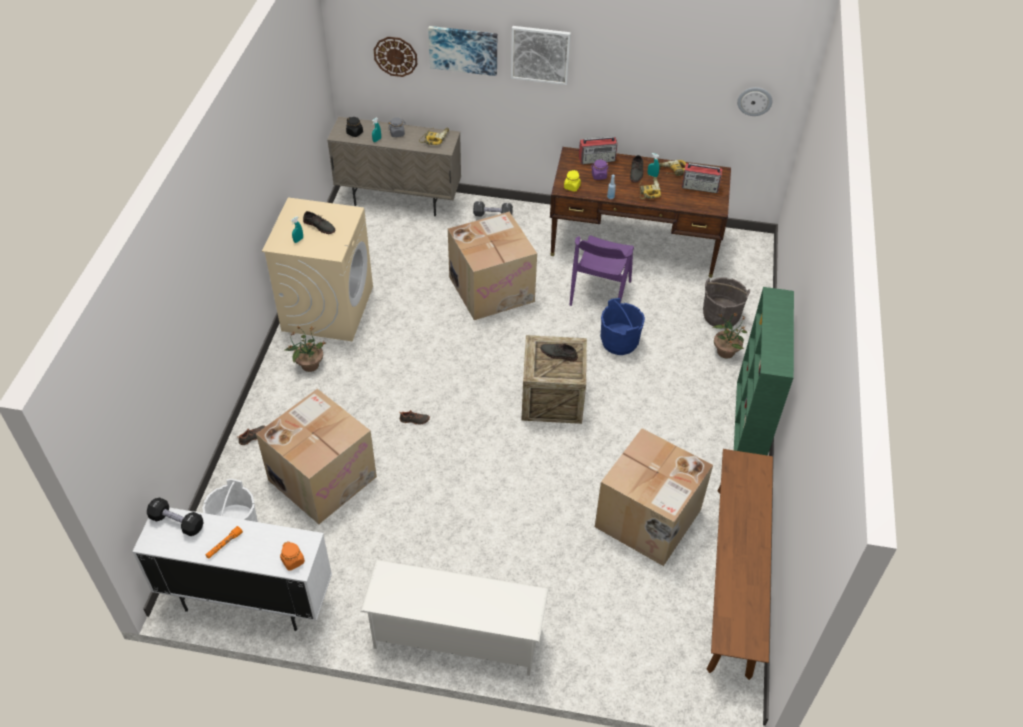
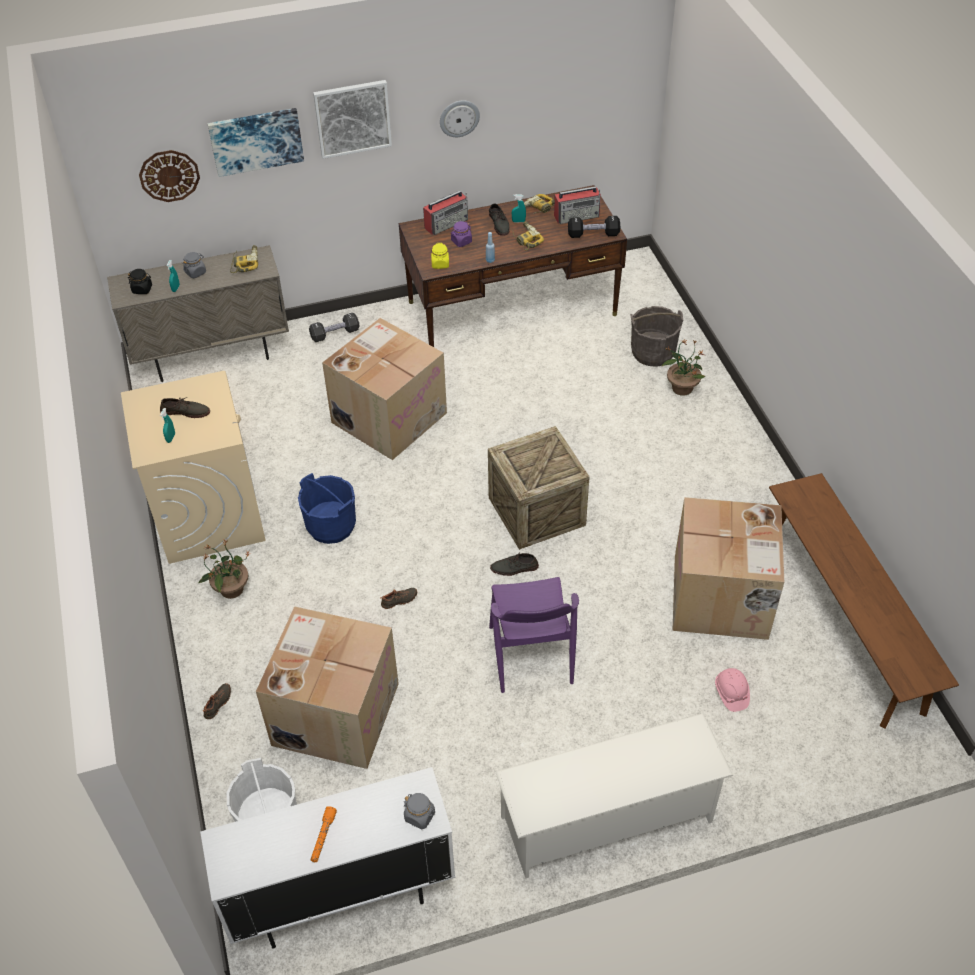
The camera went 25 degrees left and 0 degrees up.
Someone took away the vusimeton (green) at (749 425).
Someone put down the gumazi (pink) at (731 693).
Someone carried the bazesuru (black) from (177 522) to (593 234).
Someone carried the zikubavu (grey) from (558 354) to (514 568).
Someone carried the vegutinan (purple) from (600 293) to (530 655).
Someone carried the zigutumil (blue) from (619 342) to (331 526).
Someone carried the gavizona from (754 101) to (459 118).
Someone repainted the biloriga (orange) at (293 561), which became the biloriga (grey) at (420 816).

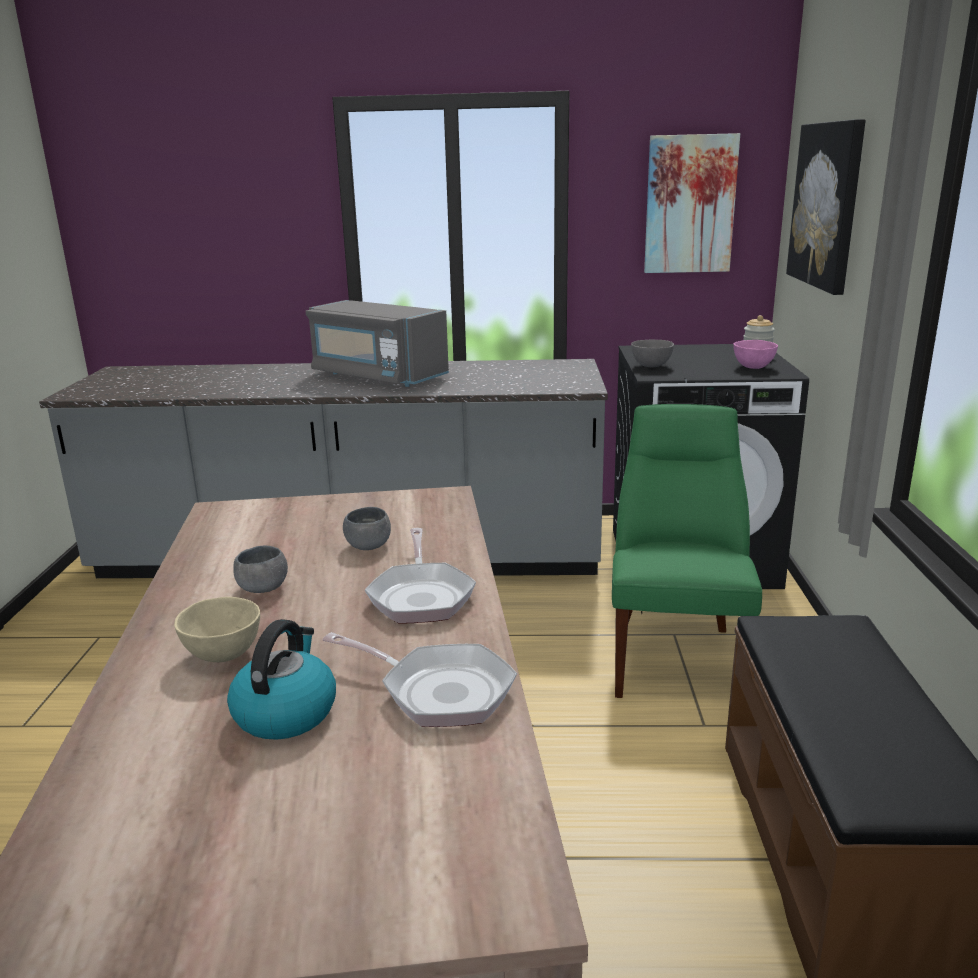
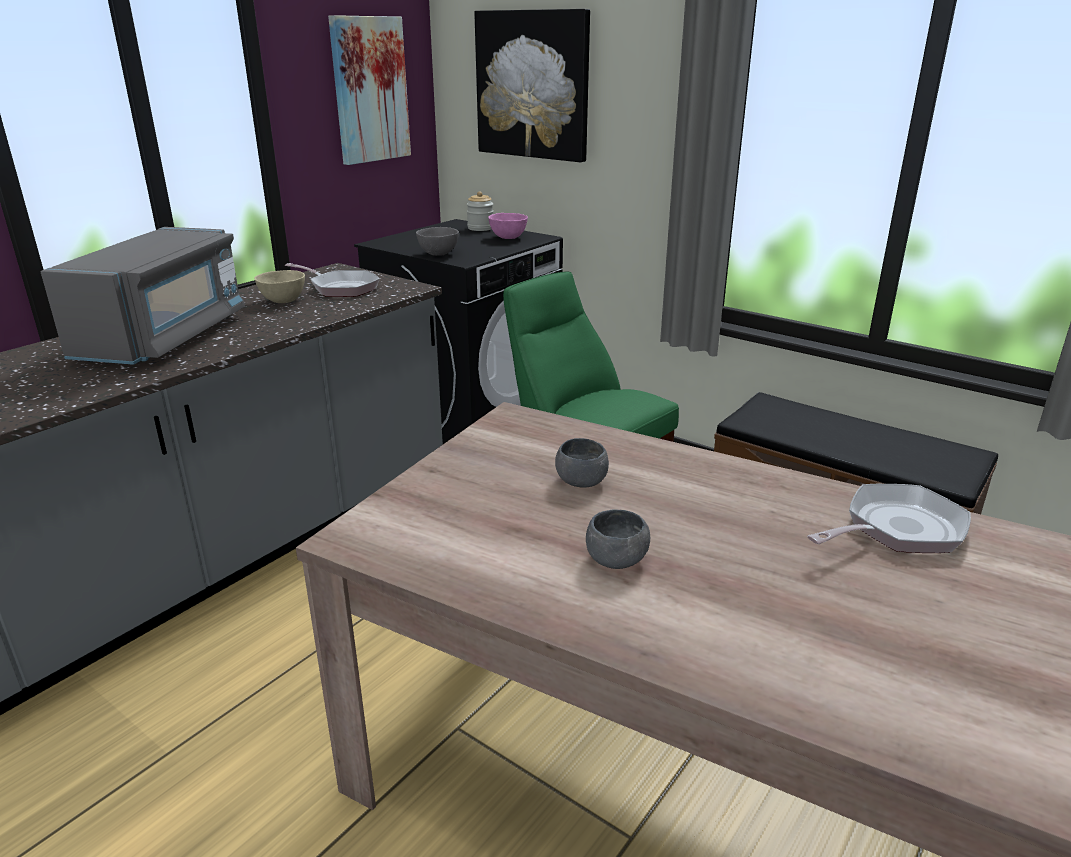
The camera went 55 degrees left and 5 degrees up.
Someone took away the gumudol at (285 712).
Someone carried the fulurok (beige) from (222 654) to (282 301).
Someone carried the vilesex from (421 596) to (341 288).
Someone rotated the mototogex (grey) at (377 376) by 60 degrees counterclockwise.

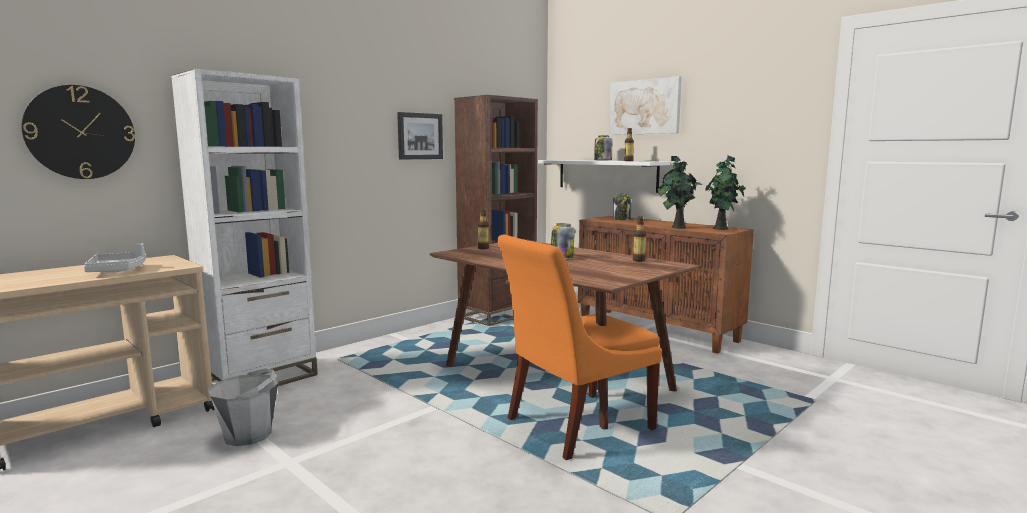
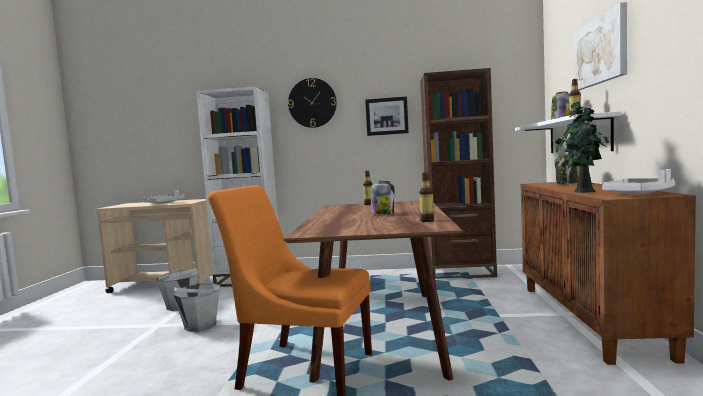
The camera went 50 degrees right and 5 degrees down.
Someone put down the zigutumil (grey) at (200 325).
Someone carried the gavizona from (80 132) to (312 103).
Someone swapped the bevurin at (722 229) for the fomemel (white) at (638 194).

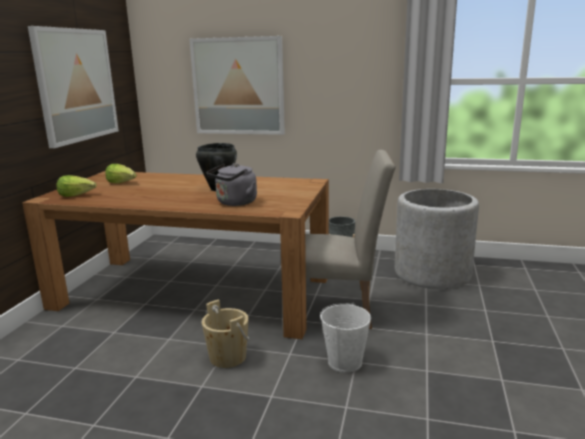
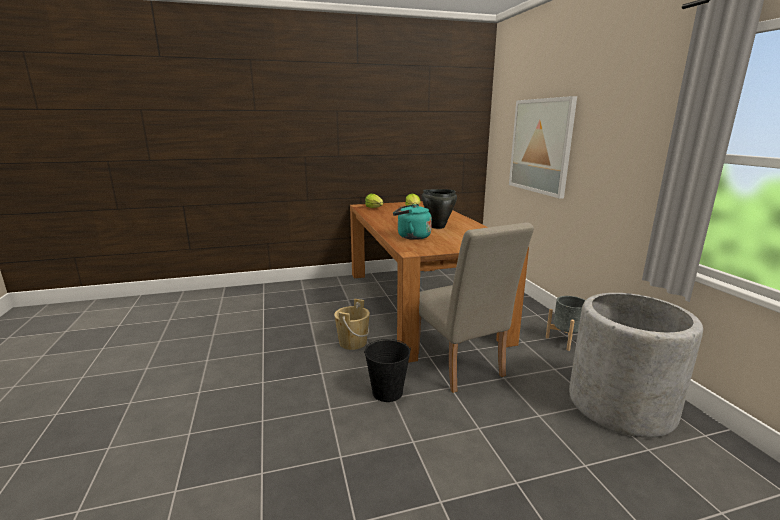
The camera went 60 degrees right and 0 degrees up.
Someone took away the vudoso at (76 85).
Someone repainted the gumudol (grey) at (235 203), which became the gumudol (turquoise) at (411 236).
Someone repainted the zigutumil (white) at (345 362), which became the zigutumil (black) at (387 392).

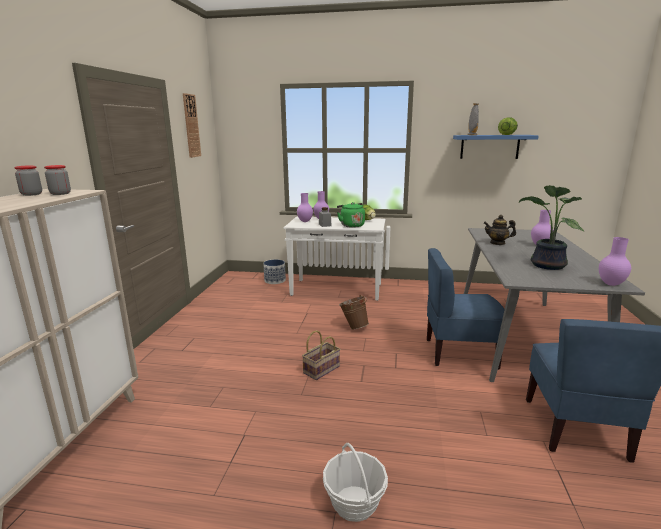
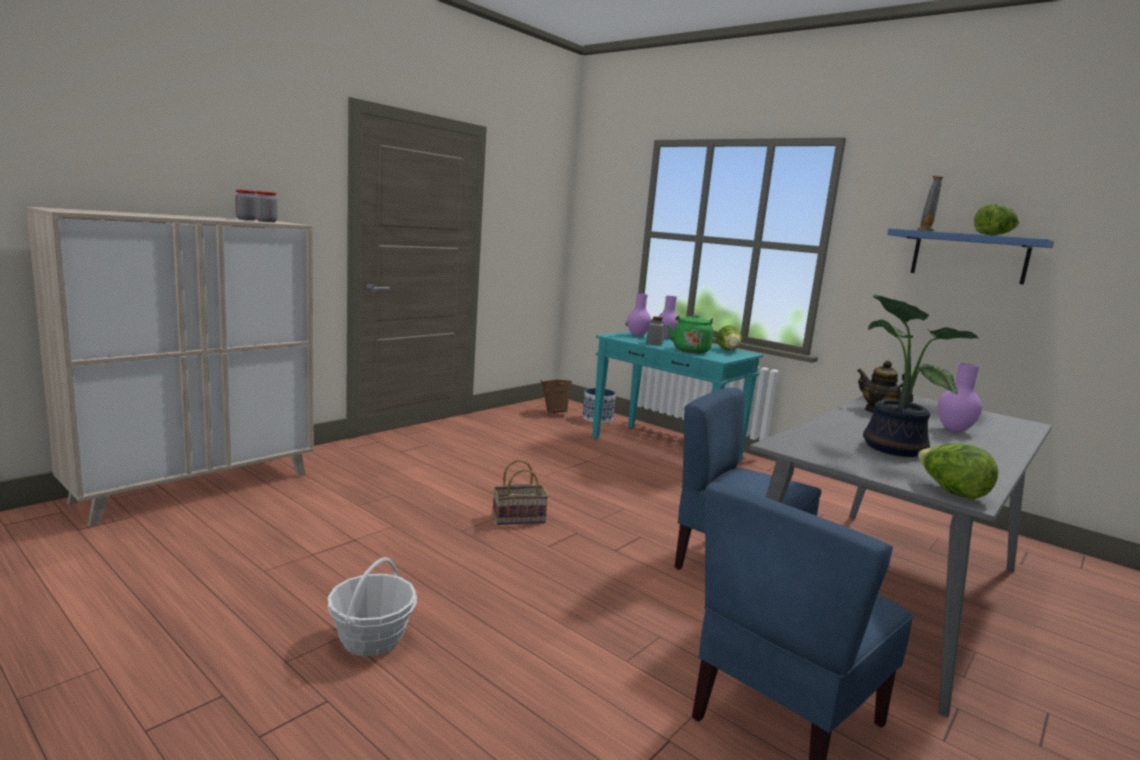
The camera went 30 degrees right and 5 degrees down.
Someone took away the gavizona at (191 126).
Someone carried the zigutumil (brown) from (354 327) to (555 412).
Someone swapped the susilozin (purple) at (611 284) for the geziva at (950 492).
Someone repainted the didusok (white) at (337 290), which became the didusok (turquoise) at (666 450).

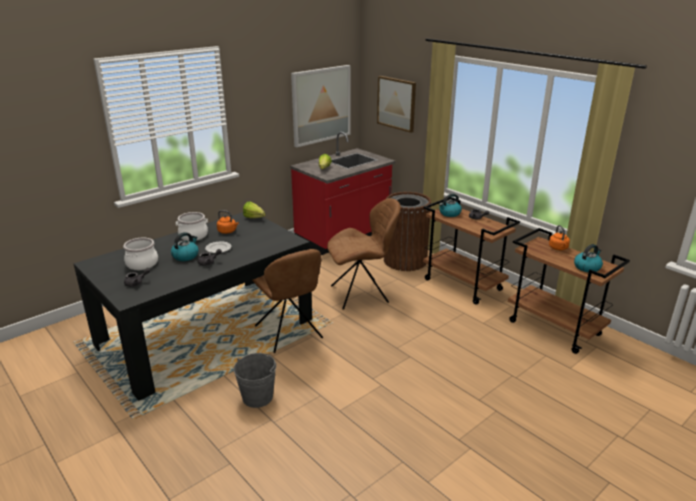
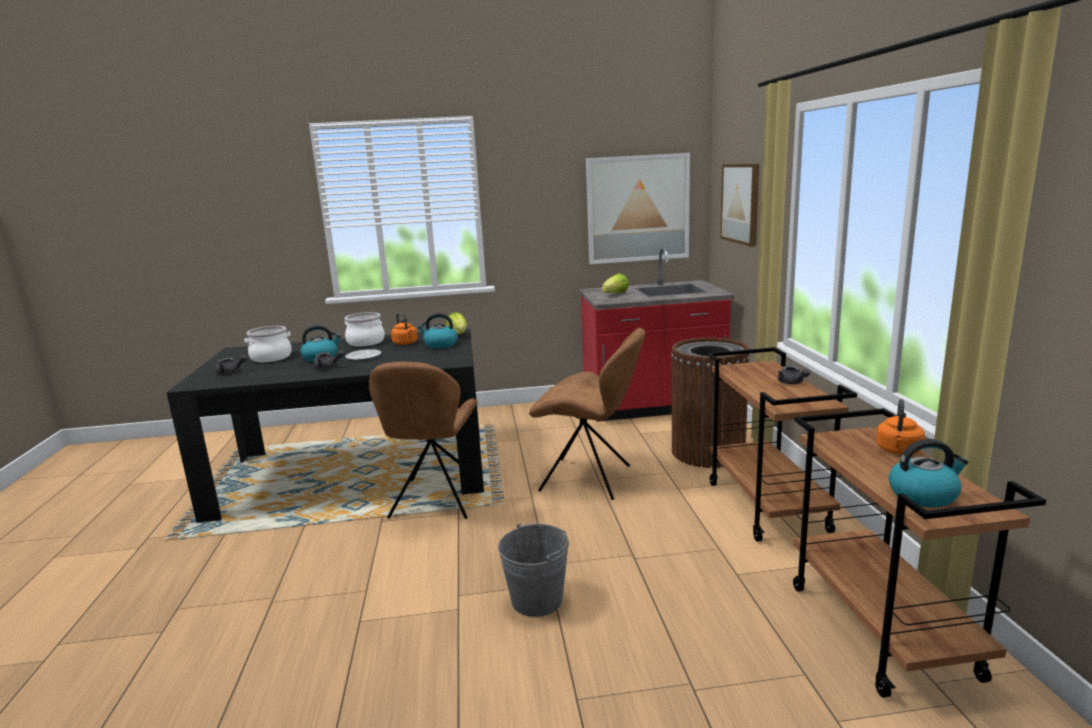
The camera went 35 degrees right and 10 degrees down.
Someone carried the zigutumil (grey) from (257 397) to (537 600).
Someone carried the gumudol from (449 213) to (440 345).

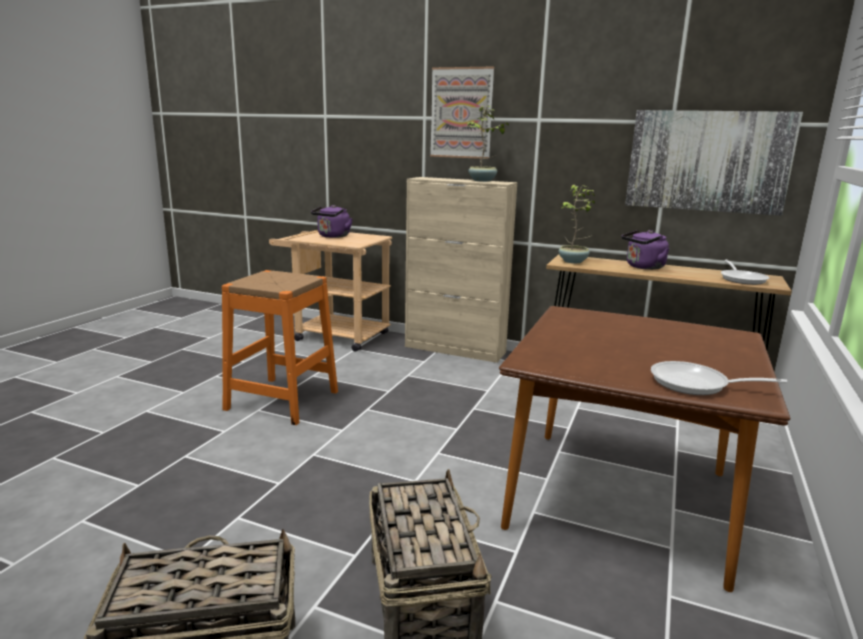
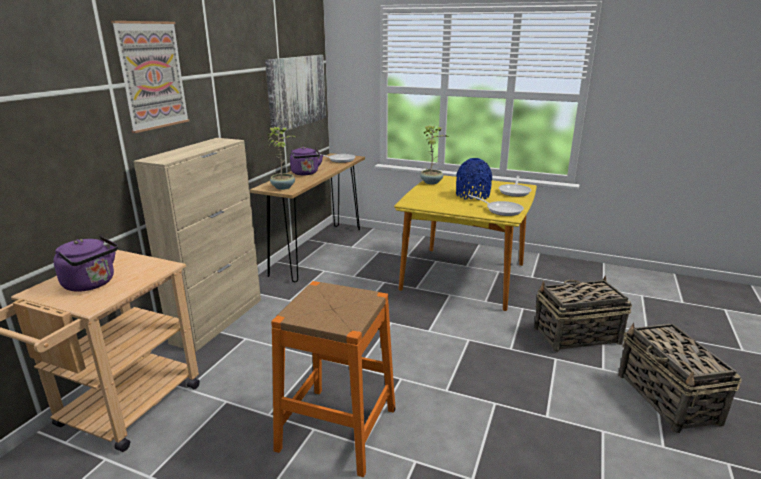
The camera went 90 degrees left and 5 degrees up.
Someone put down the susilozin (blue) at (472 195).
Someone put down the vilesex at (501 210).
Someone carried the bevurin from (482 181) to (431 182).
Someone repainted the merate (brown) at (621 500), which became the merate (yellow) at (464 277).

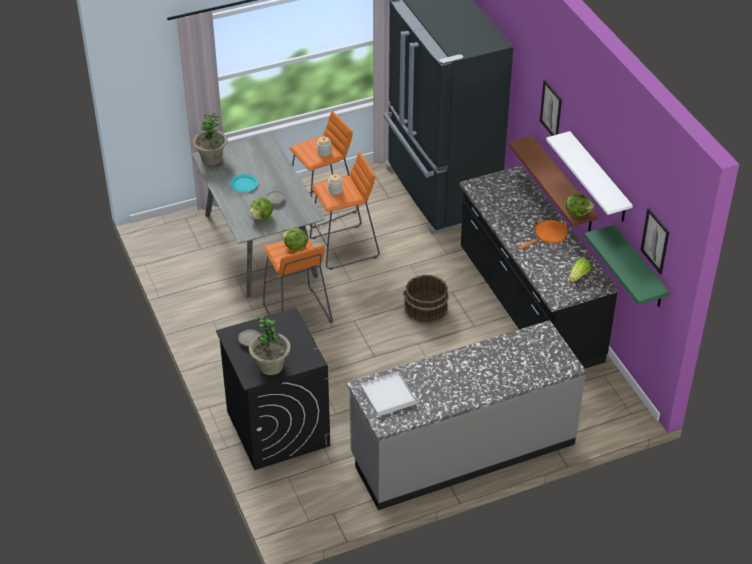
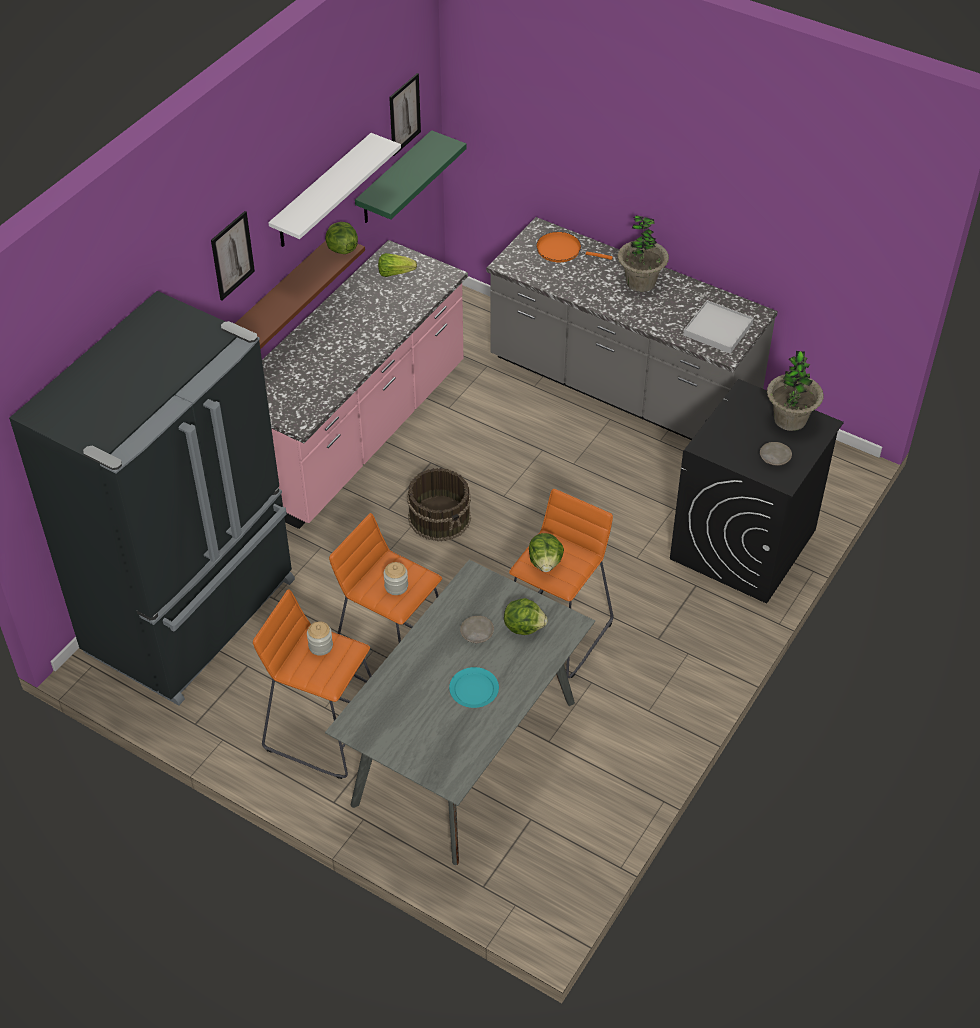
The camera went 125 degrees left and 5 degrees up.
Someone carried the bevurin from (212 159) to (640 282).
Someone carried the vilesex (orange) from (549 235) to (562 251).
Someone repainted the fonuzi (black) at (528 306), which became the fonuzi (pink) at (357 433).

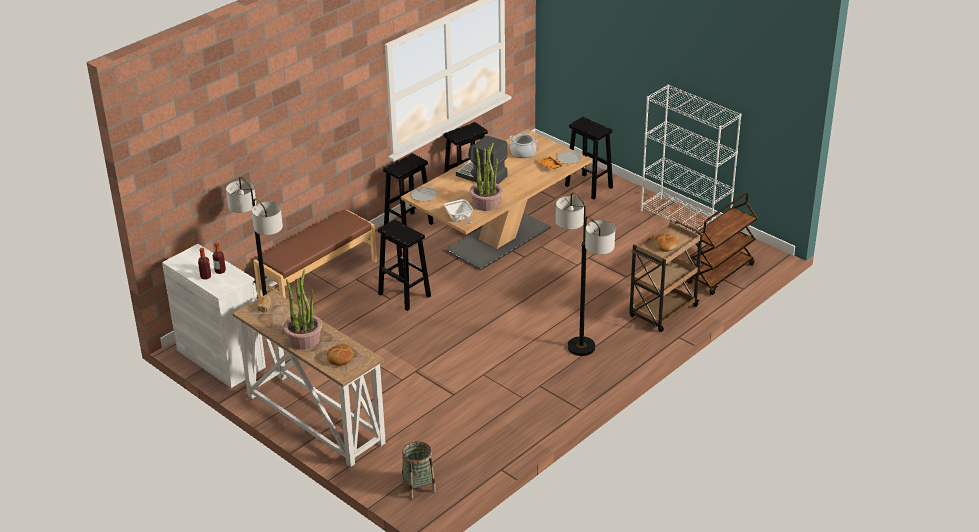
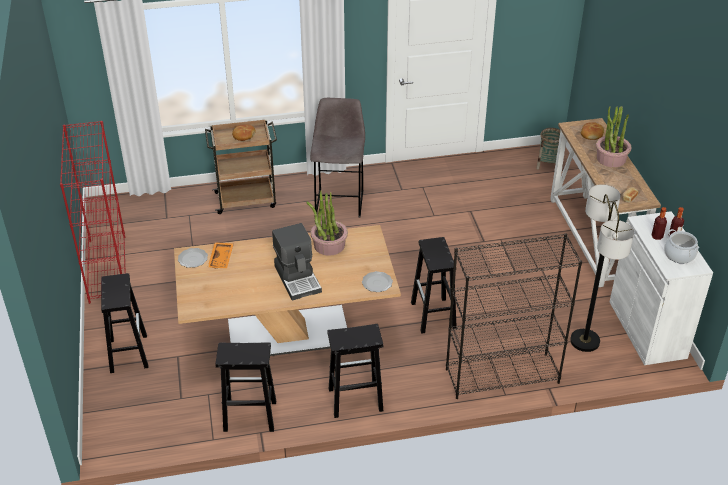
The camera went 145 degrees left and 5 degrees up.
Someone took away the vilesex at (459 219).
Someone took away the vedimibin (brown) at (720 274).
Someone carried the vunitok from (523 153) to (679 255).
Someone swapped the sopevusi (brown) at (318 279) for the vusimeton (black) at (501 376).
Someone swapped the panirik at (581 347) for the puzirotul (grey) at (339 202).
Someone repainted the vusimeton (white) at (685 220), which became the vusimeton (red) at (107 268).

